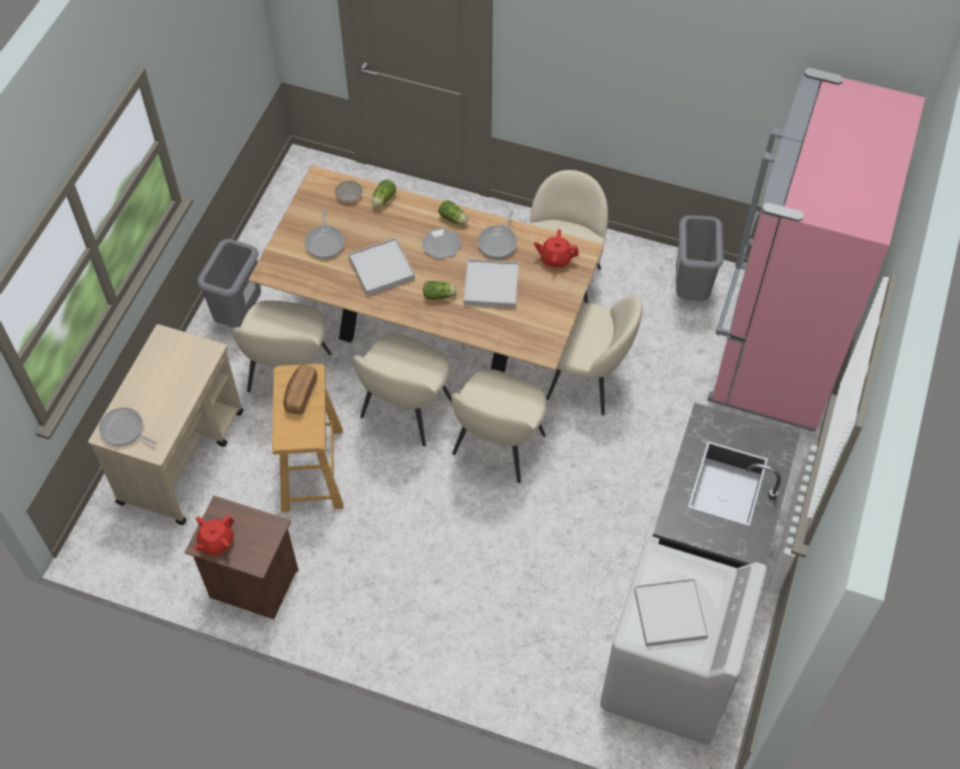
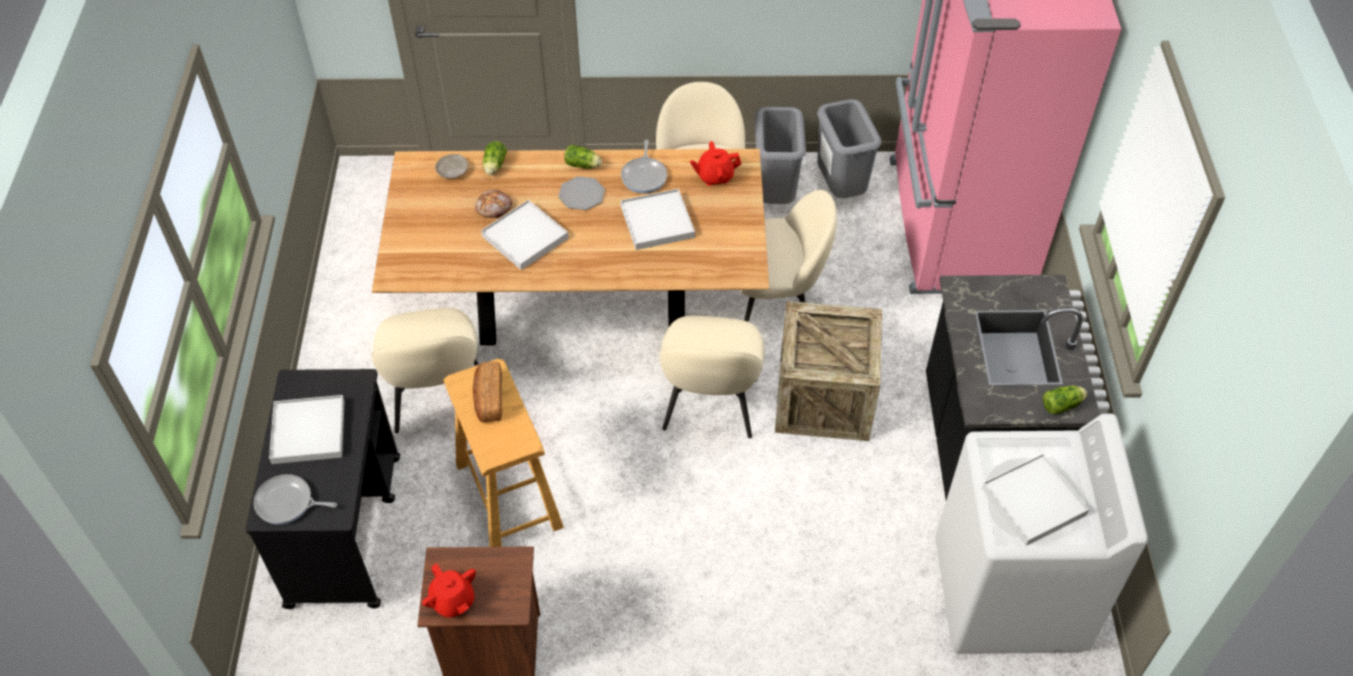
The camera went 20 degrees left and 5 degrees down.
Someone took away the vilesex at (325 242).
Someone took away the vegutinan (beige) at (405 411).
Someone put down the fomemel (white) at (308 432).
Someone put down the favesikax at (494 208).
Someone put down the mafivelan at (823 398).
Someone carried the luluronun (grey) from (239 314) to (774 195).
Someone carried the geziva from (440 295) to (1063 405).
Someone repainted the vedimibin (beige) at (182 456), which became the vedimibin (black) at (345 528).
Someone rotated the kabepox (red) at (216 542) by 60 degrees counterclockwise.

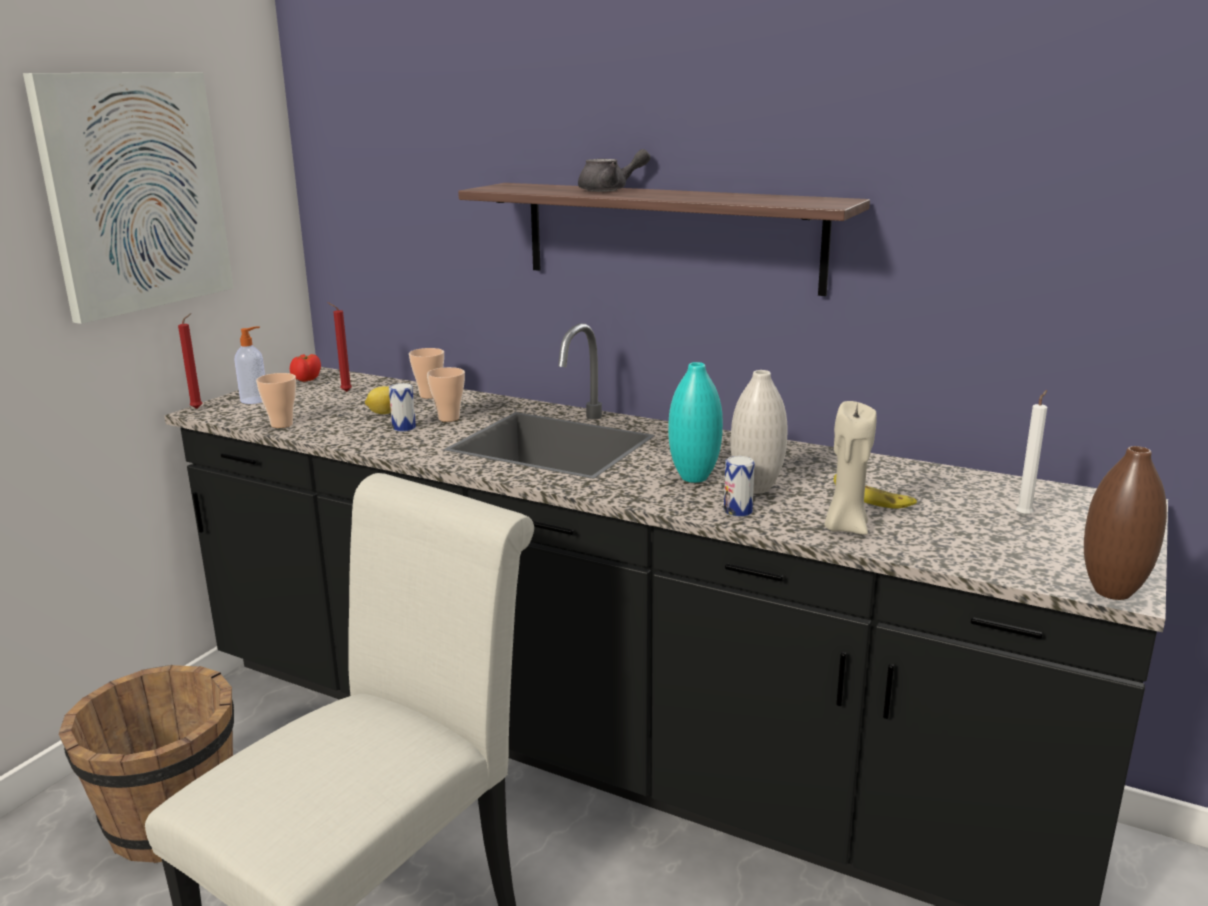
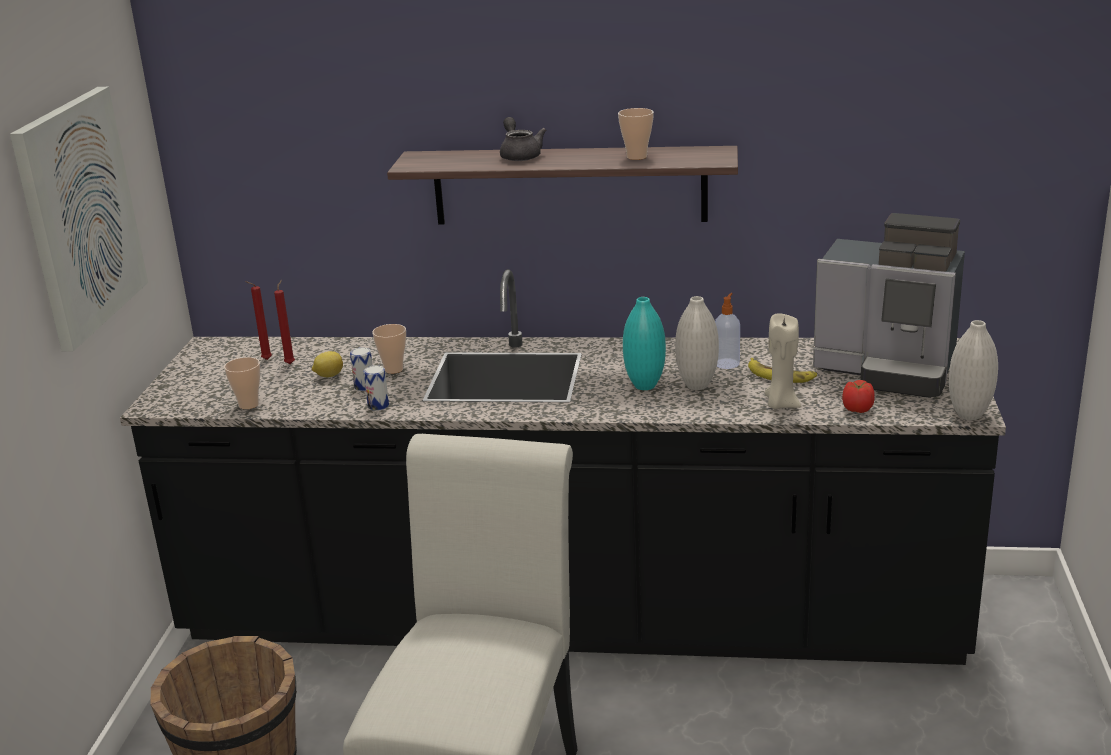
The camera went 20 degrees left and 5 degrees up.
Someone carried the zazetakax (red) from (198 408) to (291 363).
Someone carried the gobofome from (255 400) to (727 363).
Someone carried the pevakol from (306 379) to (857 409).
Someone carried the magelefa from (429 395) to (636 157).
Someone carried the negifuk from (738 511) to (378 405).
Someone swapped the zazetakax (white) at (1024 516) for the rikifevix at (889 370).
Someone repainted the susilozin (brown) at (1112 592), which became the susilozin (white) at (969 415).
Someone rotated the kabepox (grey) at (610 190) by 75 degrees counterclockwise.

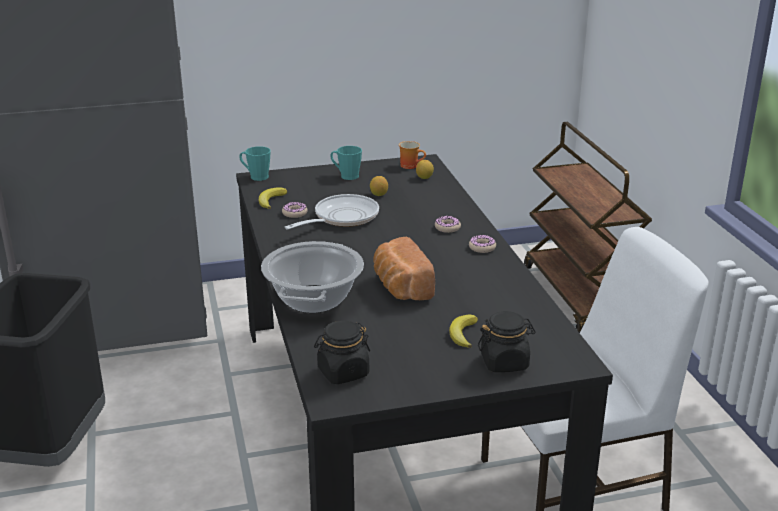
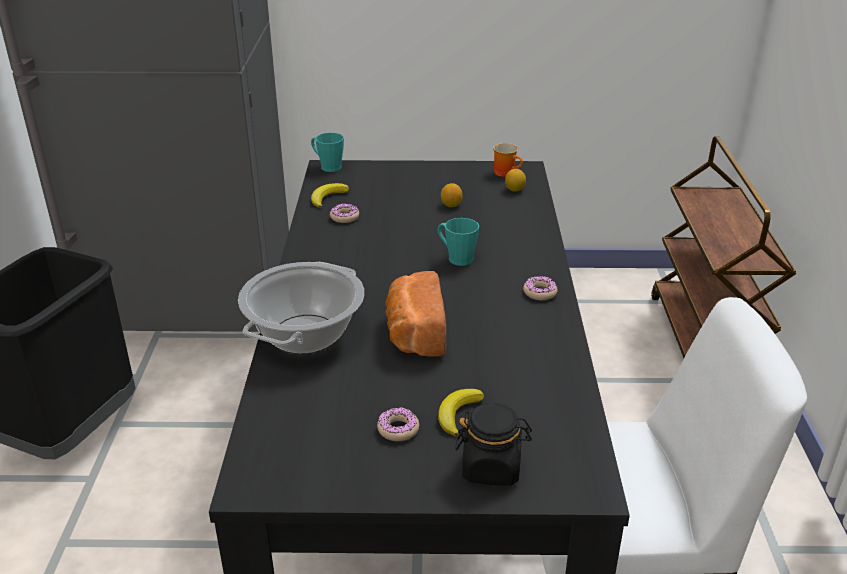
The camera went 15 degrees right and 5 degrees up.
Someone took away the vilesex at (341 218).
Someone took away the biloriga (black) at (343 372).
Someone carried the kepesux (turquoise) from (346 175) to (456 257).
Someone carried the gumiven from (447 228) to (398 429).

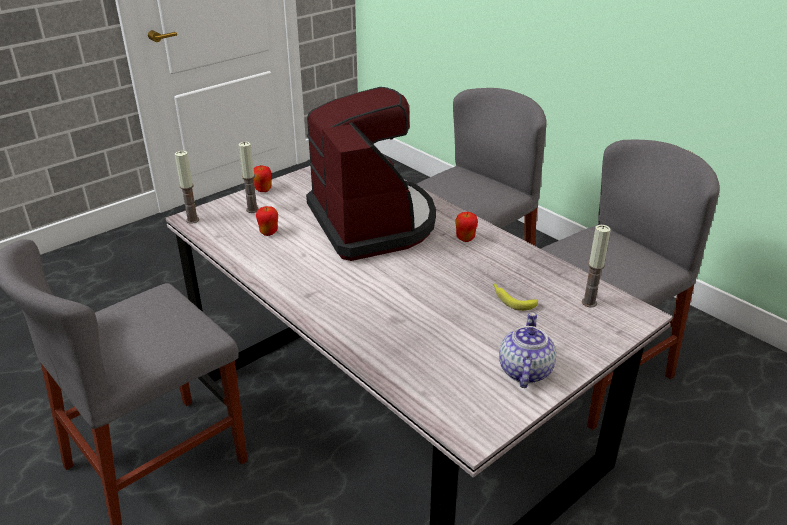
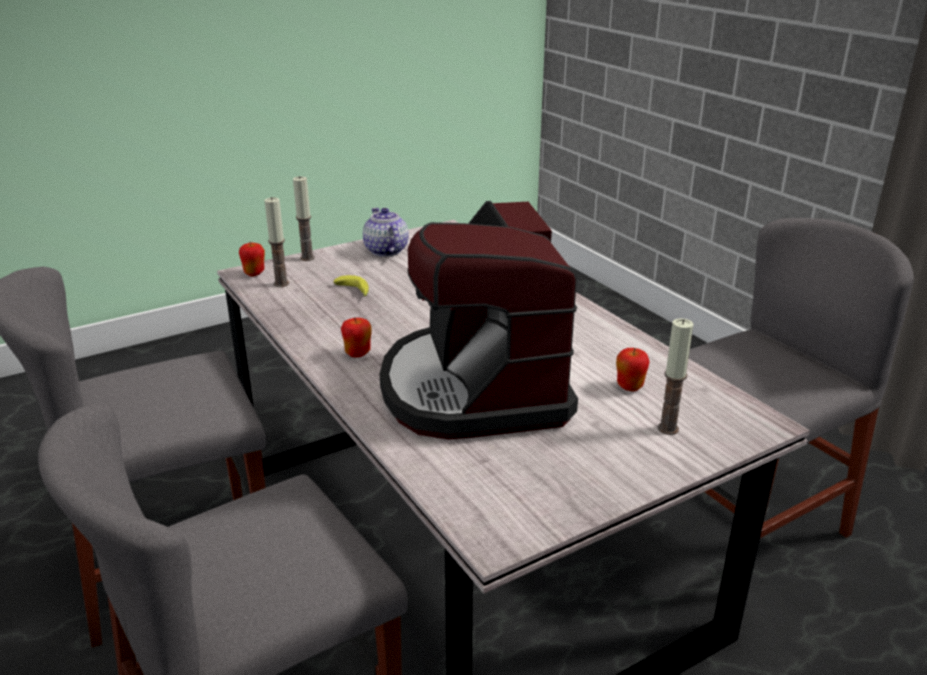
The camera went 170 degrees left and 5 degrees down.
Someone carried the zazetakax from (192 220) to (307 258).
Someone carried the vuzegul from (263 190) to (254 273).
Someone rotated the kabepox at (524 370) by 135 degrees clockwise.

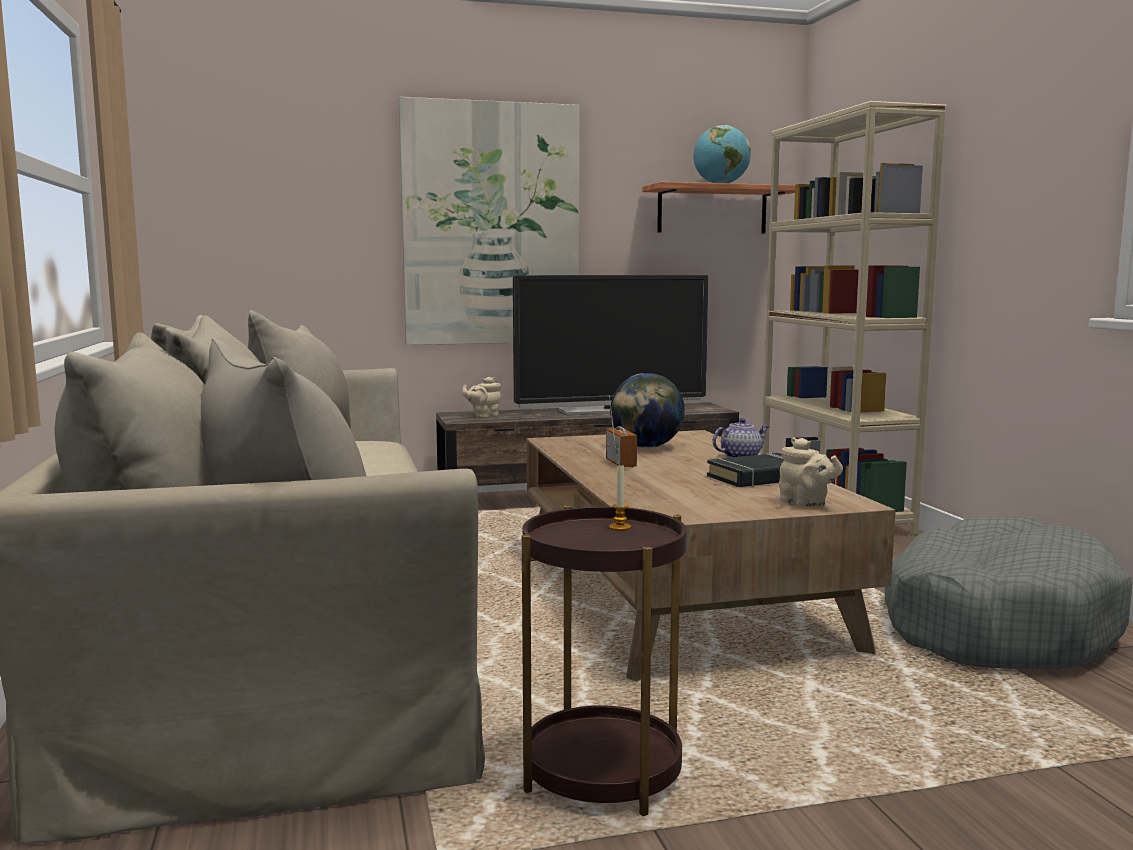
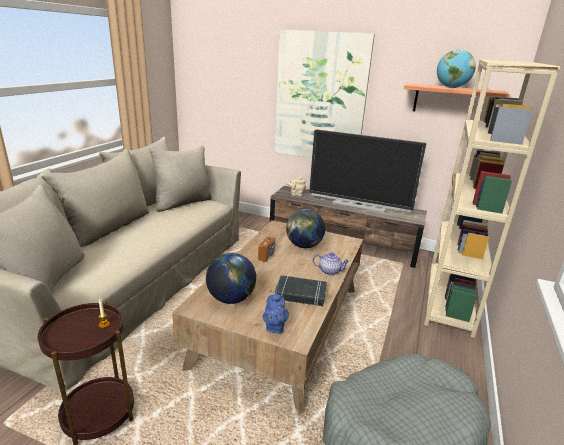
The camera went 35 degrees right and 15 degrees up.
Someone put down the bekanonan at (231 299).
Someone repainted the kabepox (beige) at (806 504), which became the kabepox (blue) at (274 328).

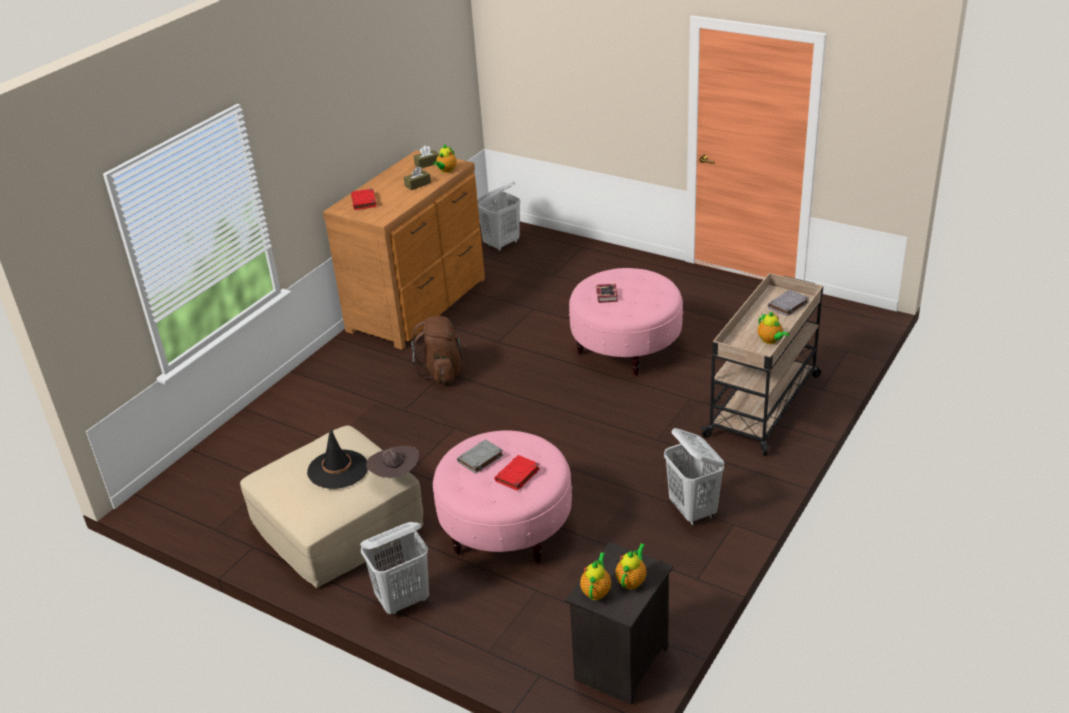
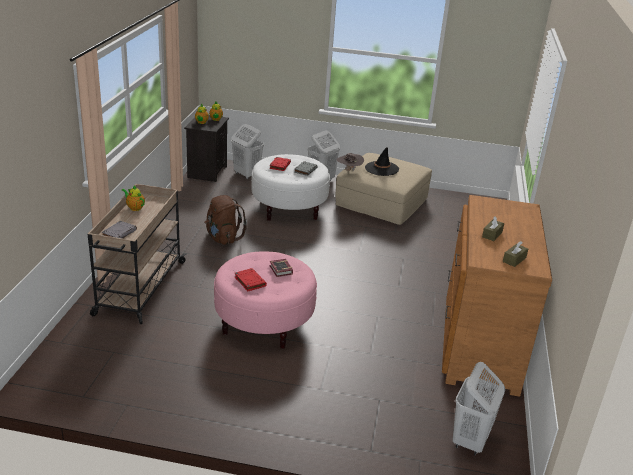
The camera went 155 degrees right and 5 degrees down.
Someone took away the kabepox at (446 171).
Someone carried the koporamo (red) from (364 202) to (249 281).
Someone carried the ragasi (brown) from (443 371) to (223 238).
Someone carried the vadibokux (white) from (693 511) to (246 175).
Someone repainted the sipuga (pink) at (506 528), which became the sipuga (white) at (289 208).

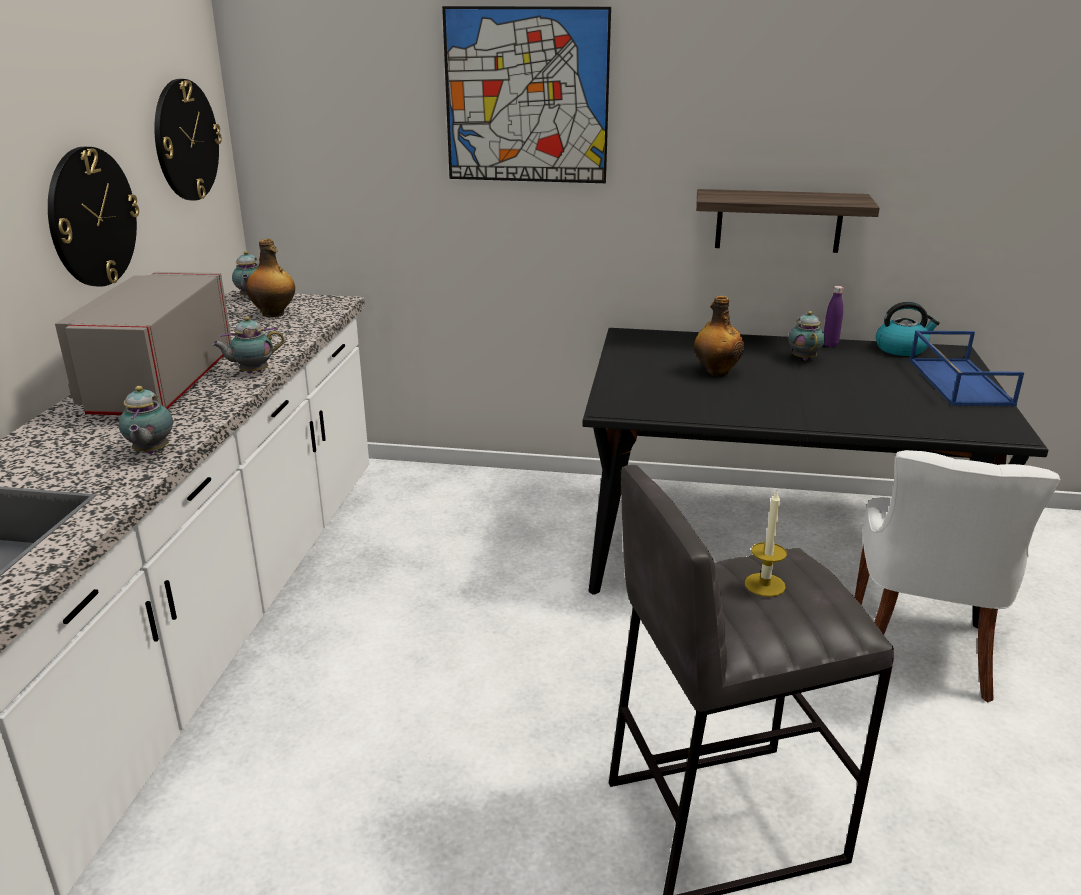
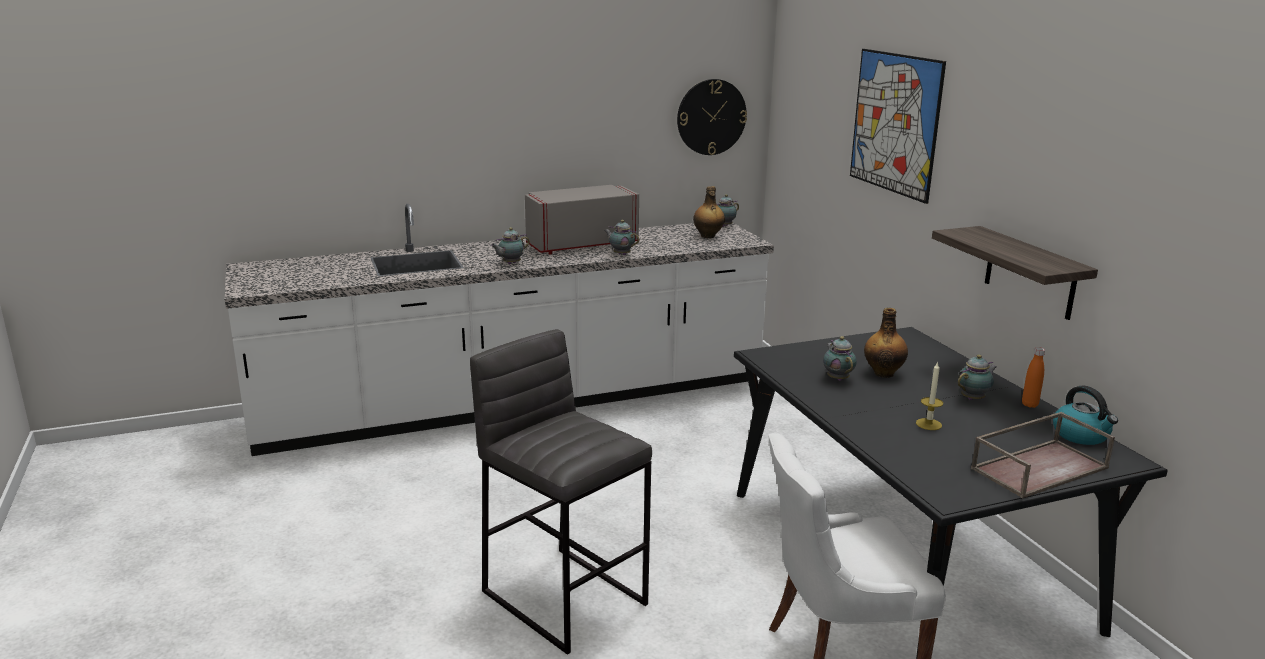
The camera went 60 degrees right and 5 degrees down.
Someone took away the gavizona at (92 217).
Someone put down the kabepox at (837 378).
Someone carried the zazetakax from (764 585) to (928 424).
Someone repainted the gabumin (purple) at (830 345), which became the gabumin (orange) at (1029 404).
Someone repainted the fomemel (blue) at (958 381), which became the fomemel (brown) at (1039 467).

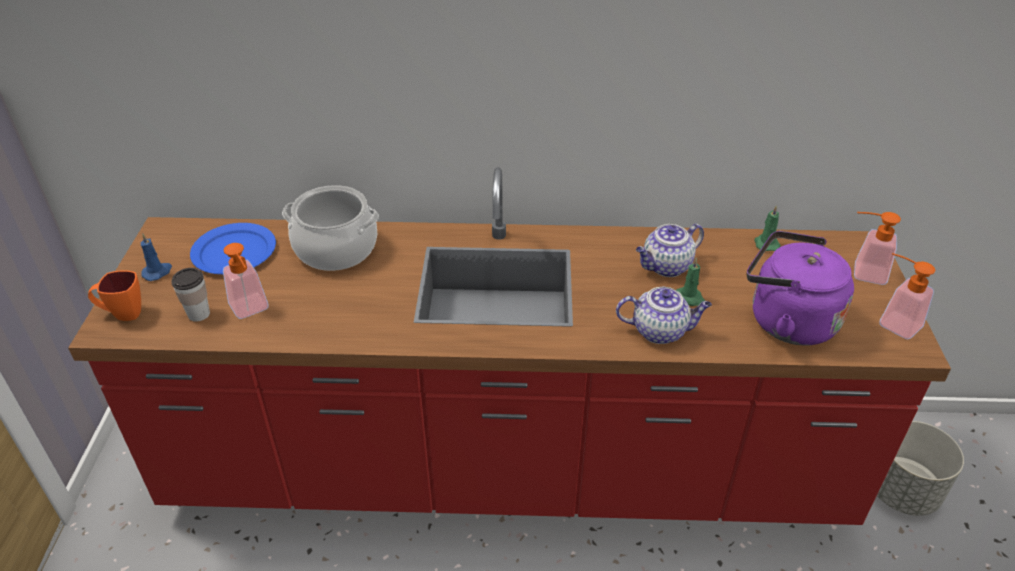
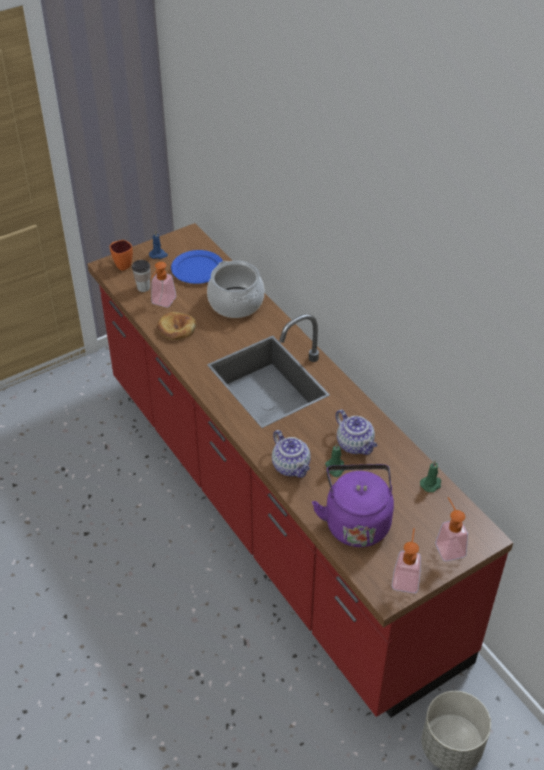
The camera went 55 degrees right and 5 degrees up.
Someone put down the favesikax at (176 328).
Someone rotated the kabepox at (666 267) by 150 degrees counterclockwise.

